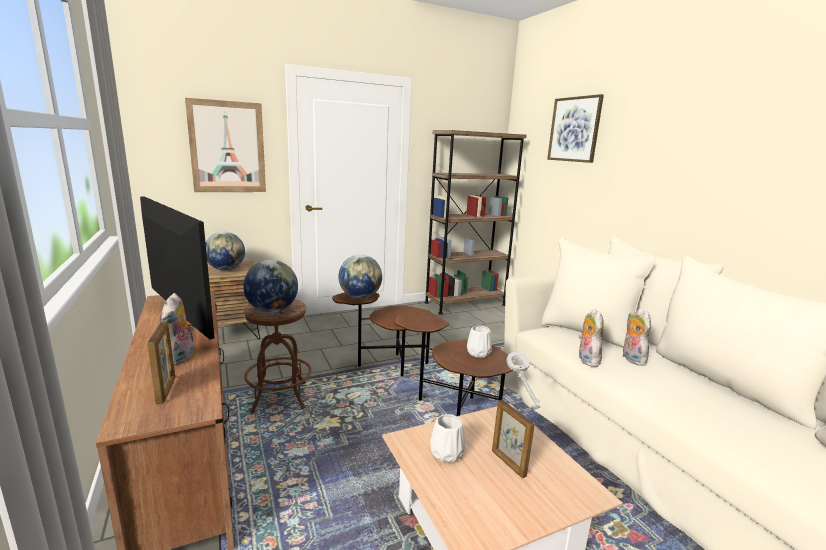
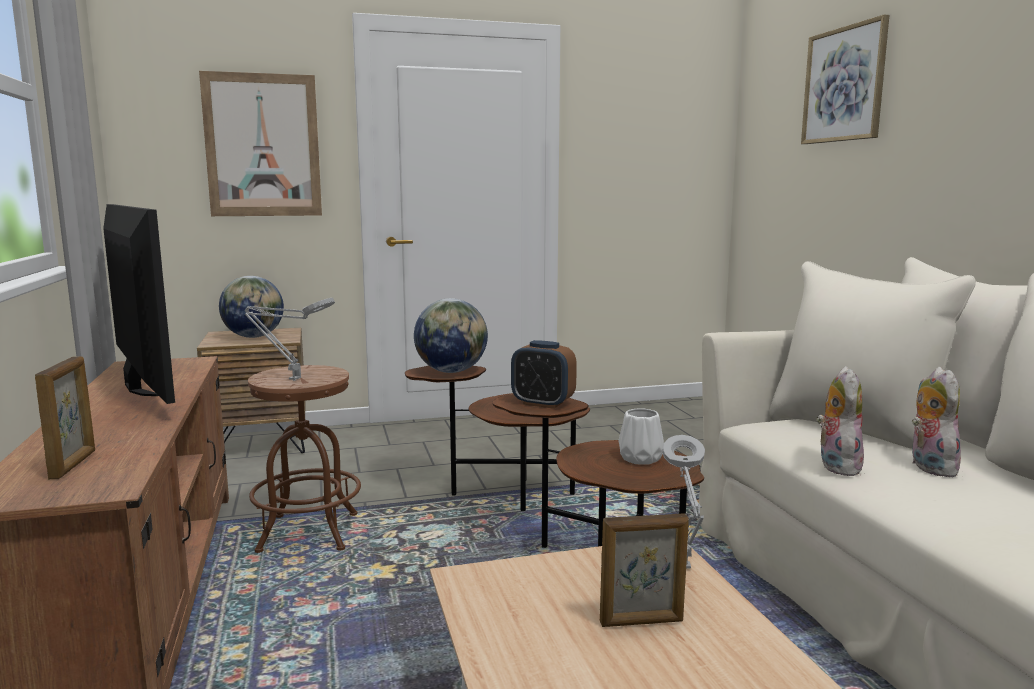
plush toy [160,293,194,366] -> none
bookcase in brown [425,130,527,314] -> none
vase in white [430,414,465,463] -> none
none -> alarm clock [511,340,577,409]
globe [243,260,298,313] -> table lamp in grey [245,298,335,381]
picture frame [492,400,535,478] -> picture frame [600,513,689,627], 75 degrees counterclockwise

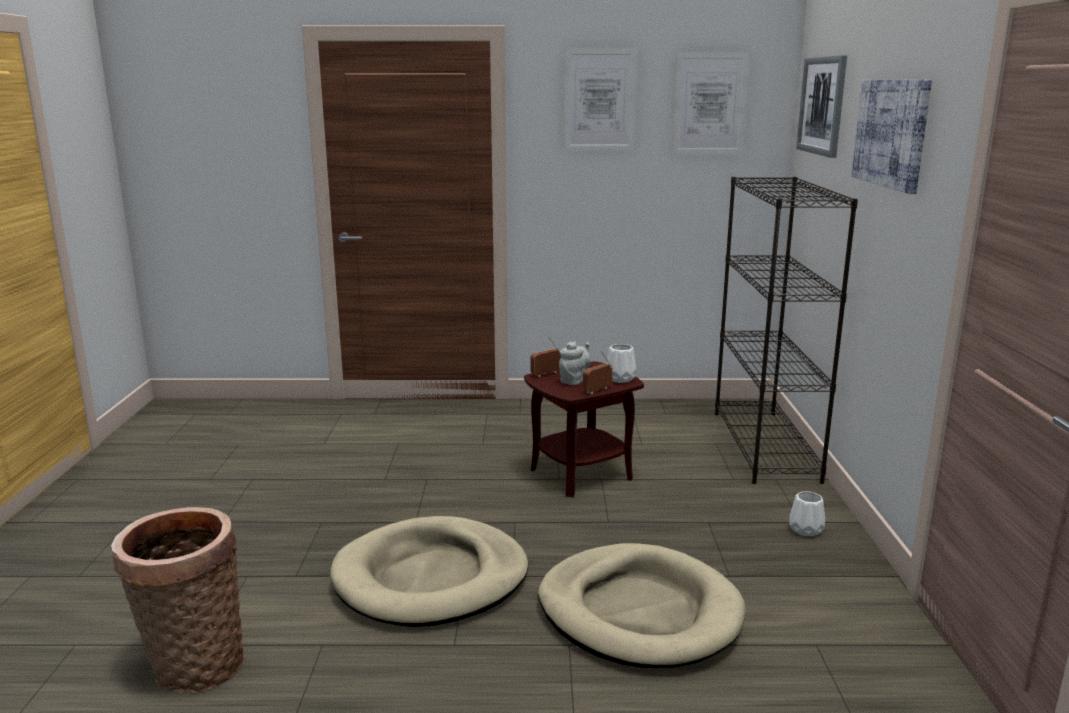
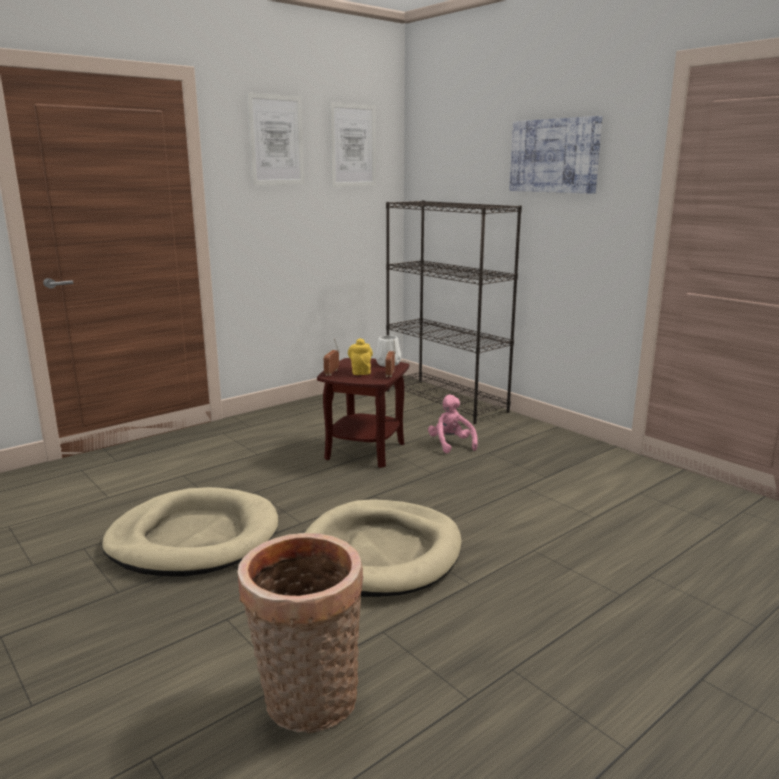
vase in white [789,491,825,537] -> none
picture [796,55,847,158] -> none
none -> plush toy in pink [428,395,478,453]
dog bed in beige [538,543,745,668] -> dog bed in beige [102,487,279,576], move
teapot in grey [559,341,591,385] -> teapot in yellow [348,338,373,375]

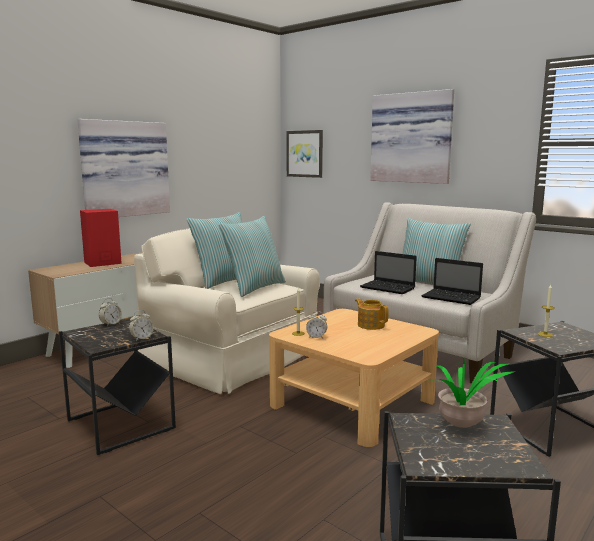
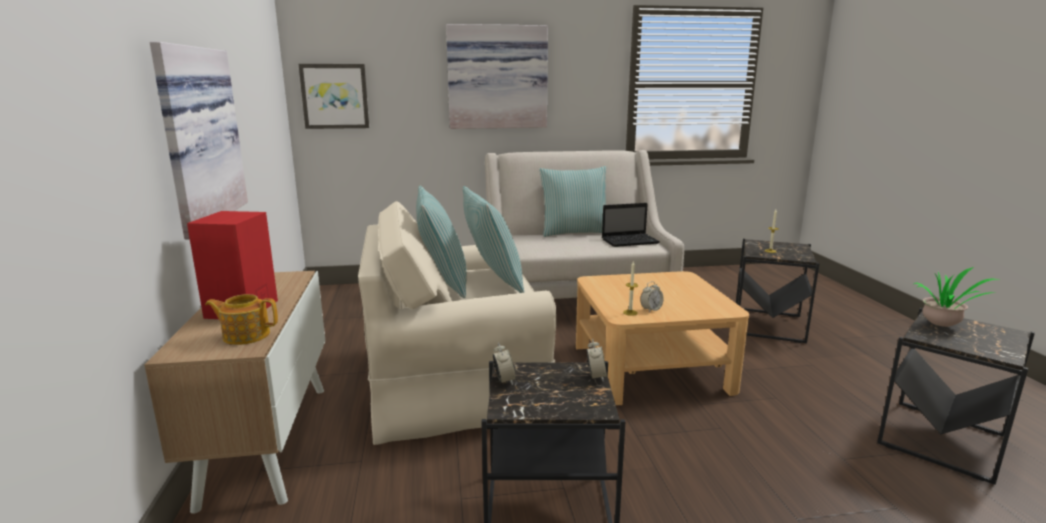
laptop [360,251,417,294] -> none
teapot [355,298,389,330] -> teapot [205,294,278,345], move

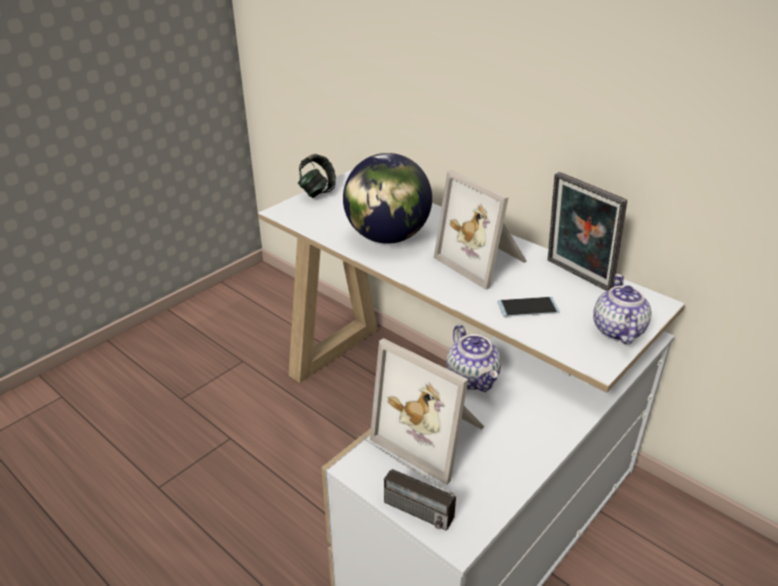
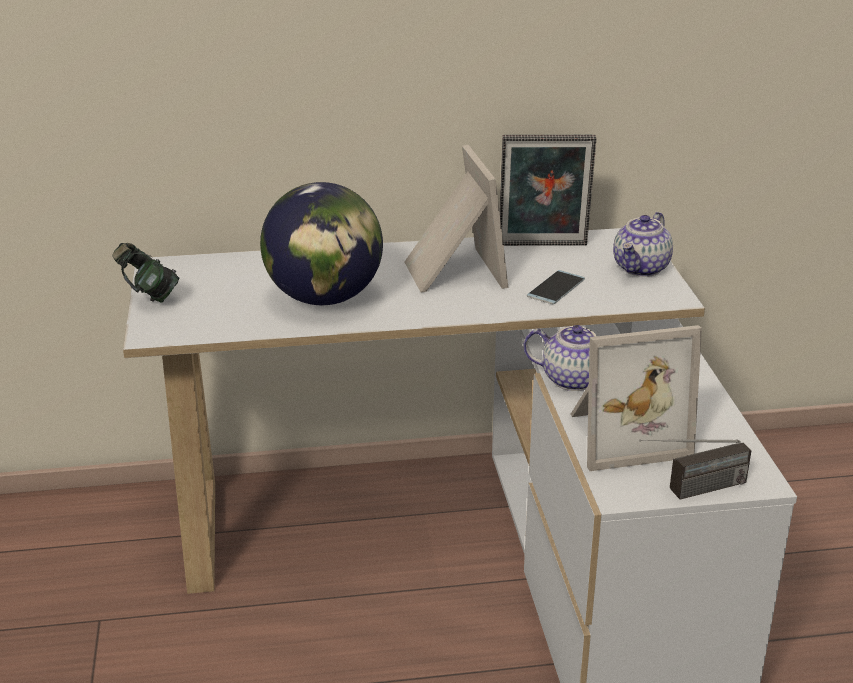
picture frame [434,170,527,290] -> picture frame [405,145,508,293], 105 degrees counterclockwise
teapot [593,274,652,344] -> teapot [613,212,673,277], 105 degrees counterclockwise

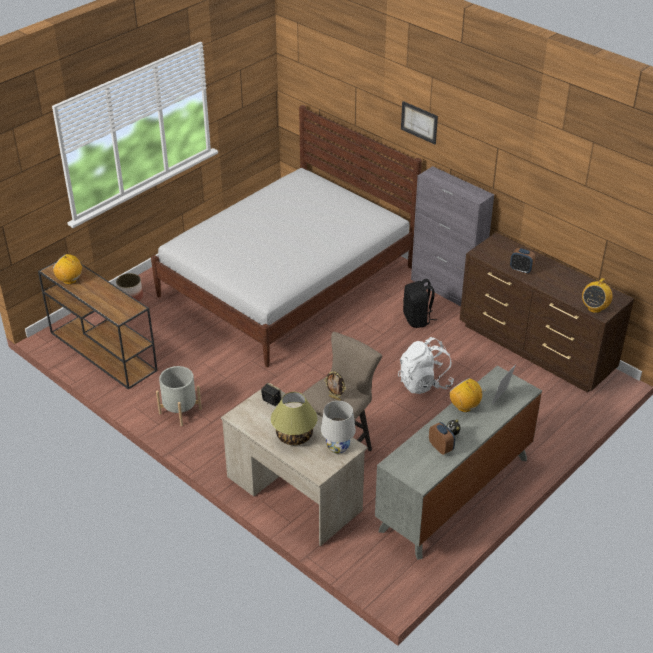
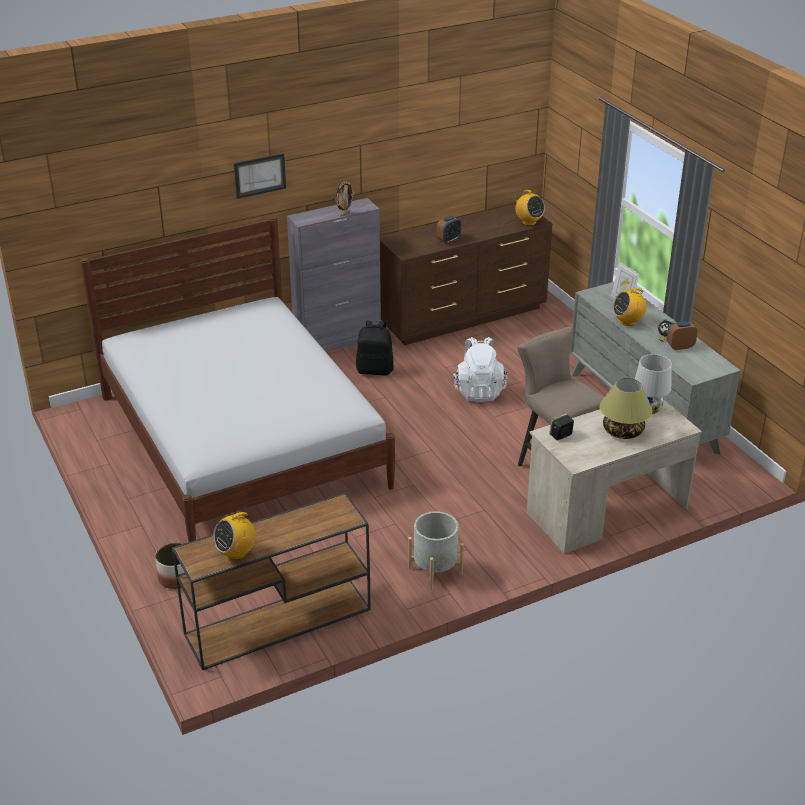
picture frame [324,371,346,401] -> picture frame [336,182,354,216], move

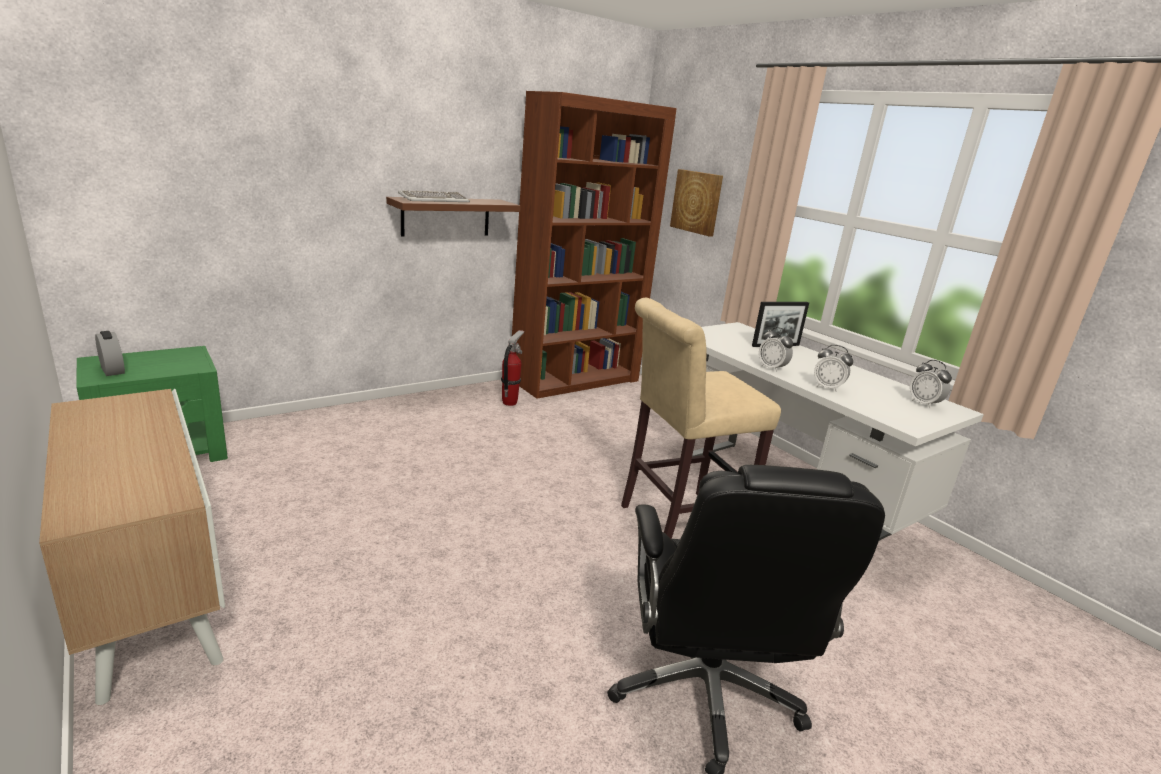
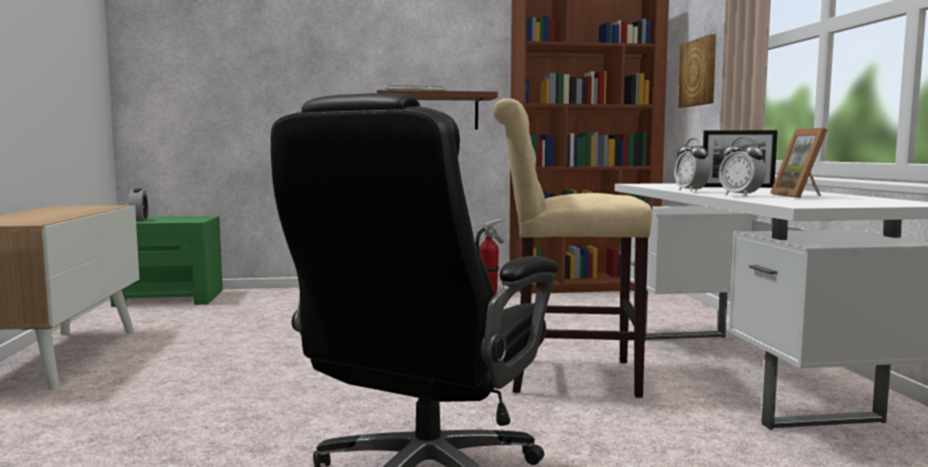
alarm clock [910,360,952,408] -> none
none -> picture frame [770,128,828,198]

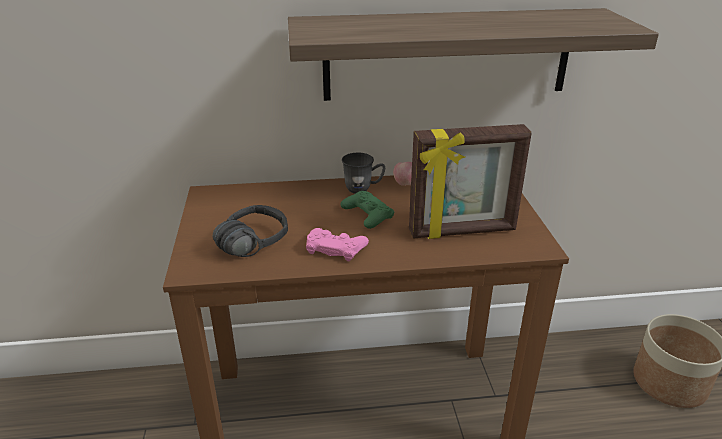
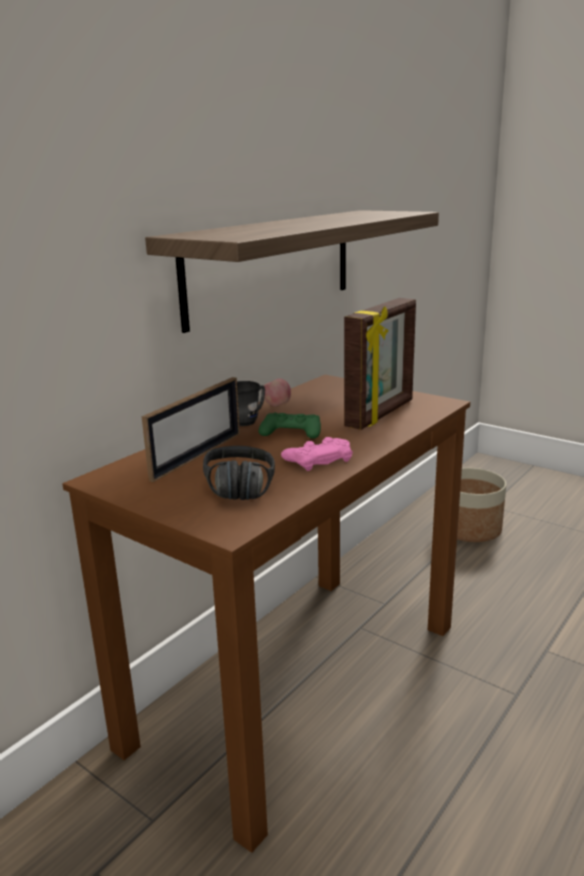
none -> picture frame [142,377,240,482]

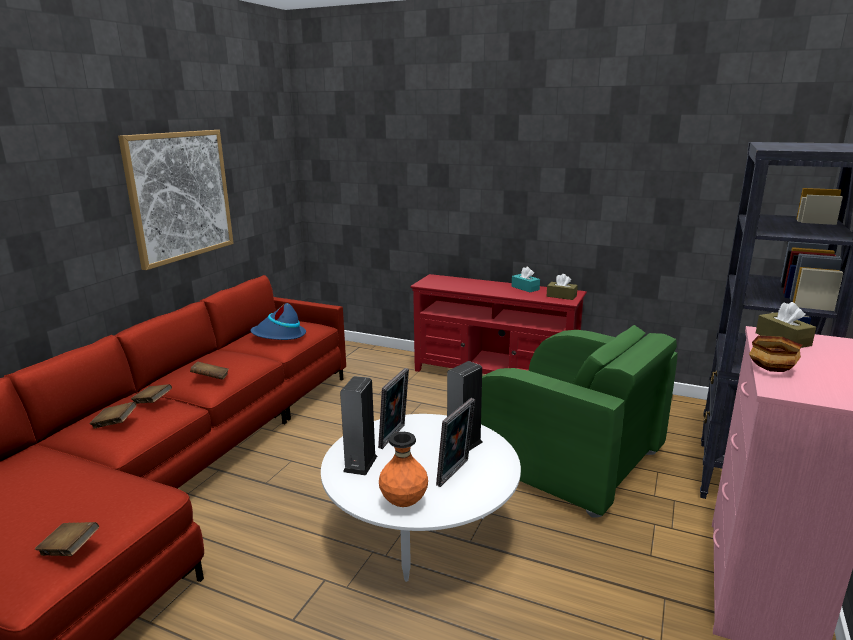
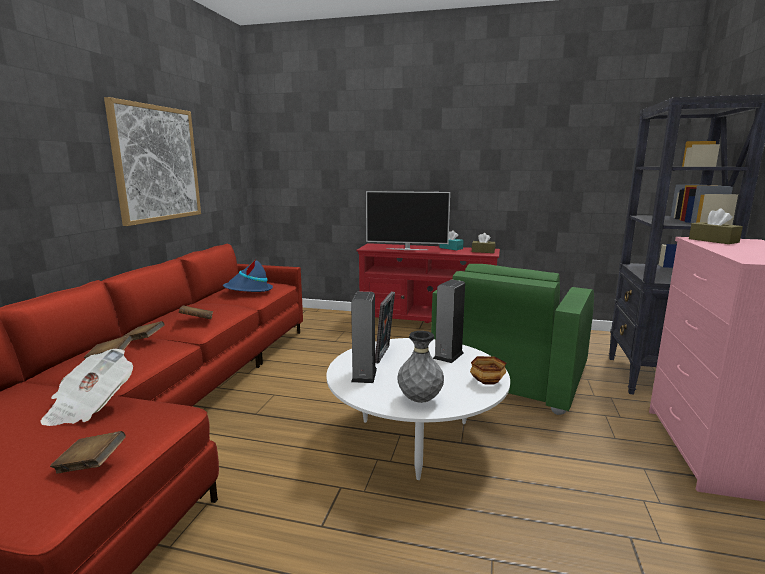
picture frame [436,398,475,487] -> none
none -> newspaper [40,349,133,426]
none -> television [366,191,450,250]
bowl [749,335,802,372] -> bowl [470,356,506,384], move
vase in orange [379,432,428,507] -> vase in grey [397,331,444,403]
armchair in green [481,325,678,518] -> armchair in green [431,264,594,415], 90 degrees clockwise

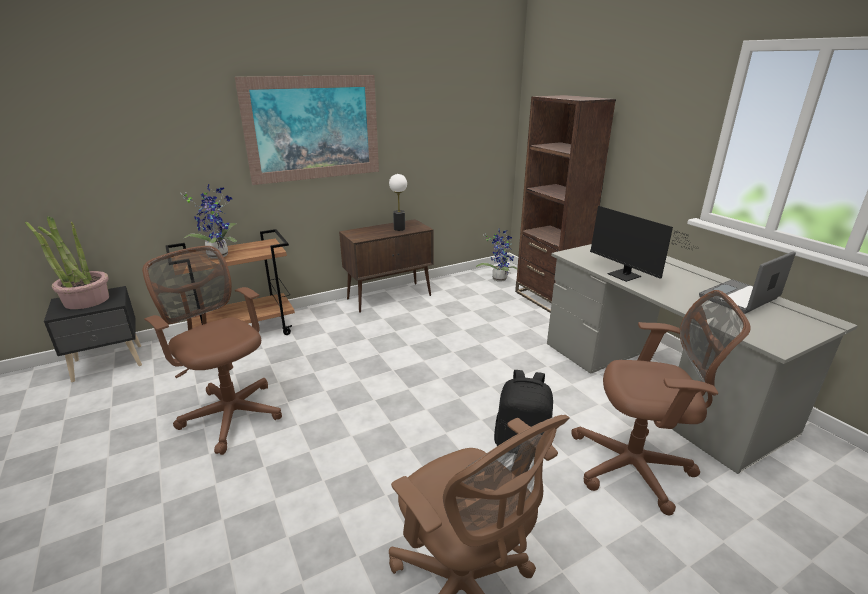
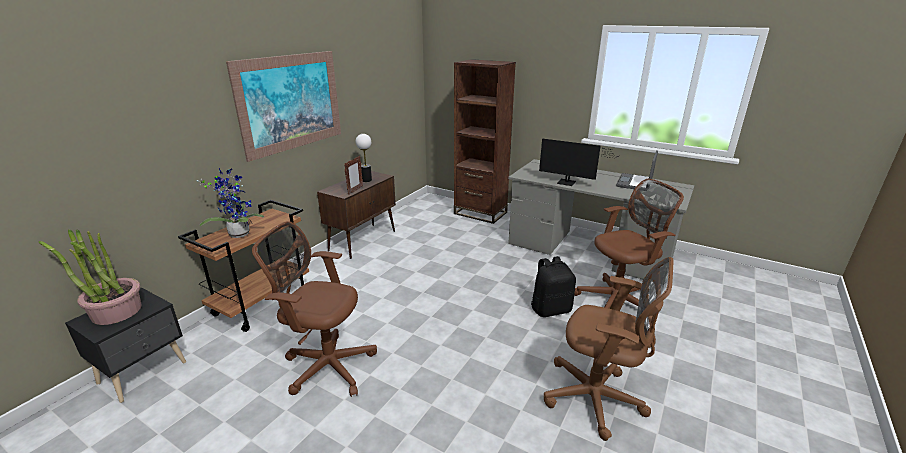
potted plant [476,229,517,282] -> none
none -> picture frame [344,156,363,195]

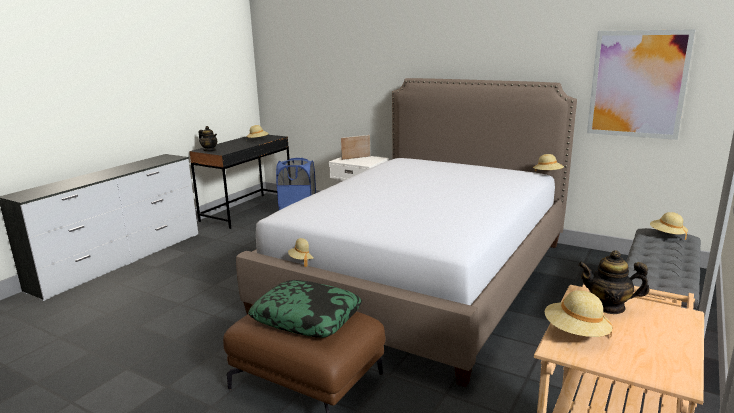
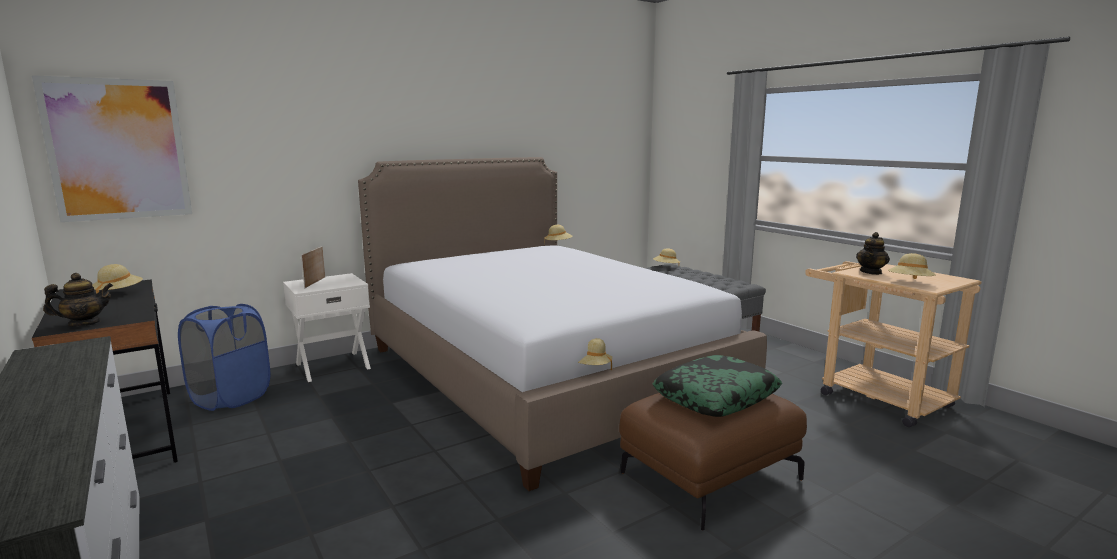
picture [587,29,695,140] -> picture [32,75,192,222], move

